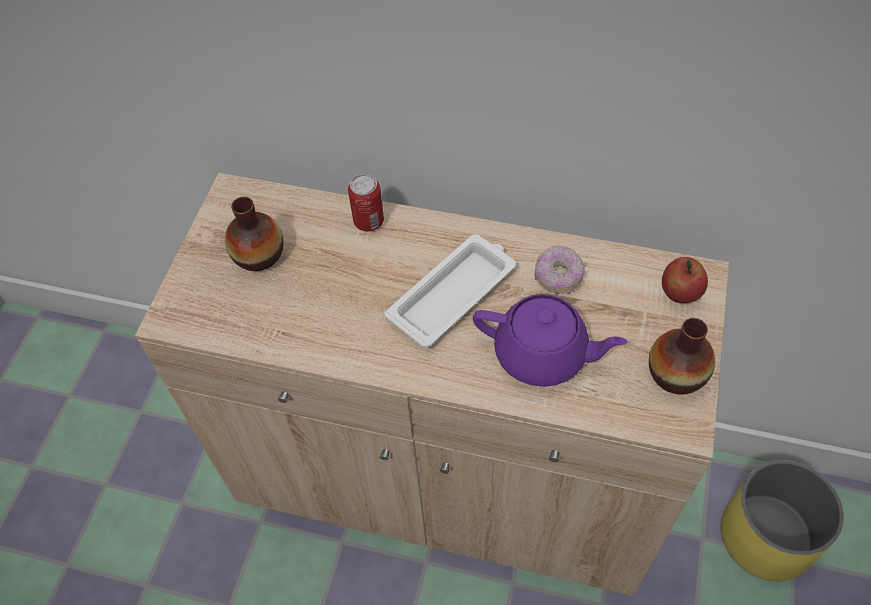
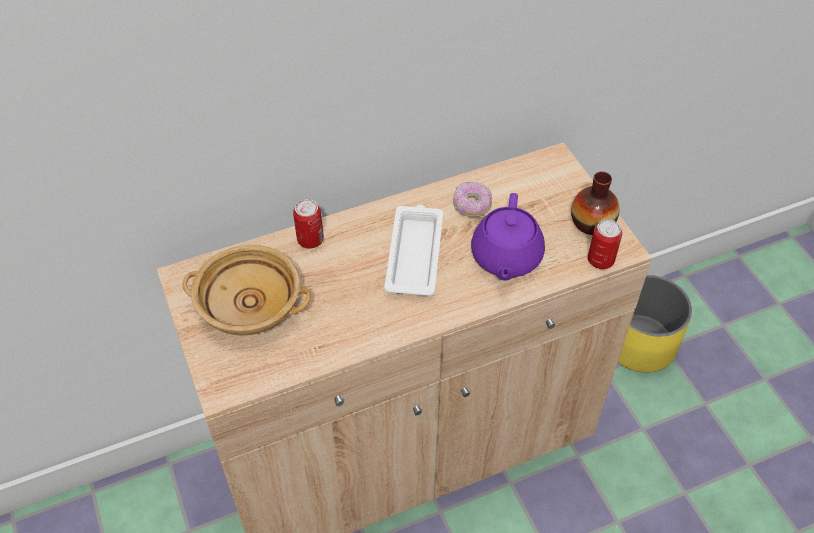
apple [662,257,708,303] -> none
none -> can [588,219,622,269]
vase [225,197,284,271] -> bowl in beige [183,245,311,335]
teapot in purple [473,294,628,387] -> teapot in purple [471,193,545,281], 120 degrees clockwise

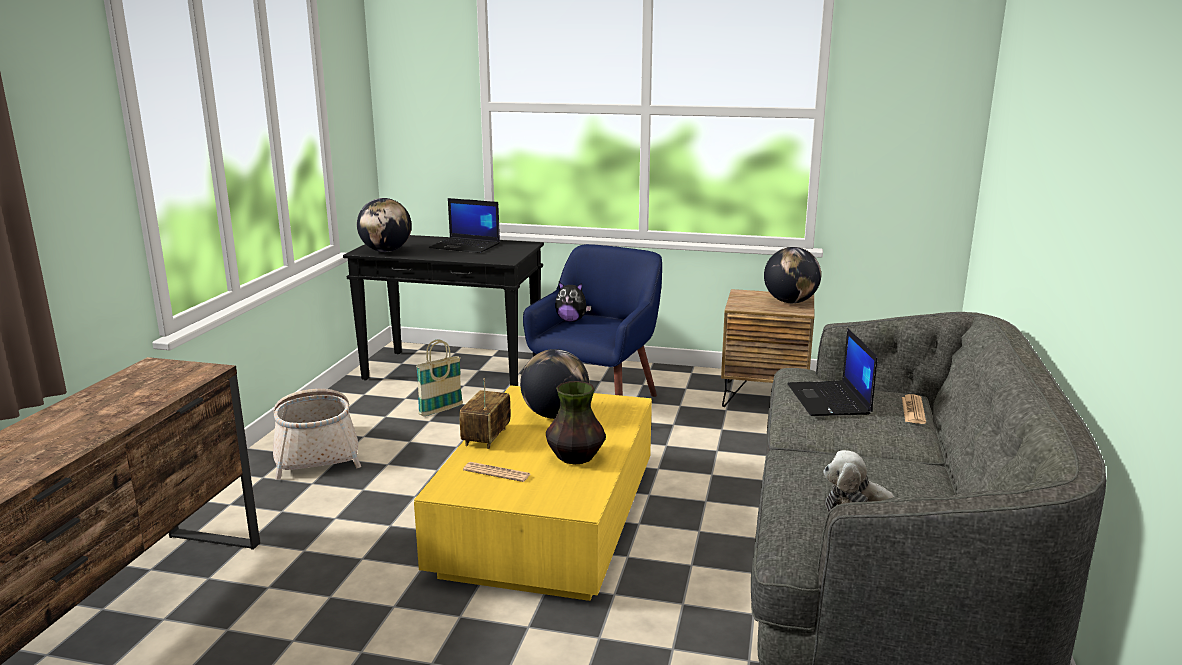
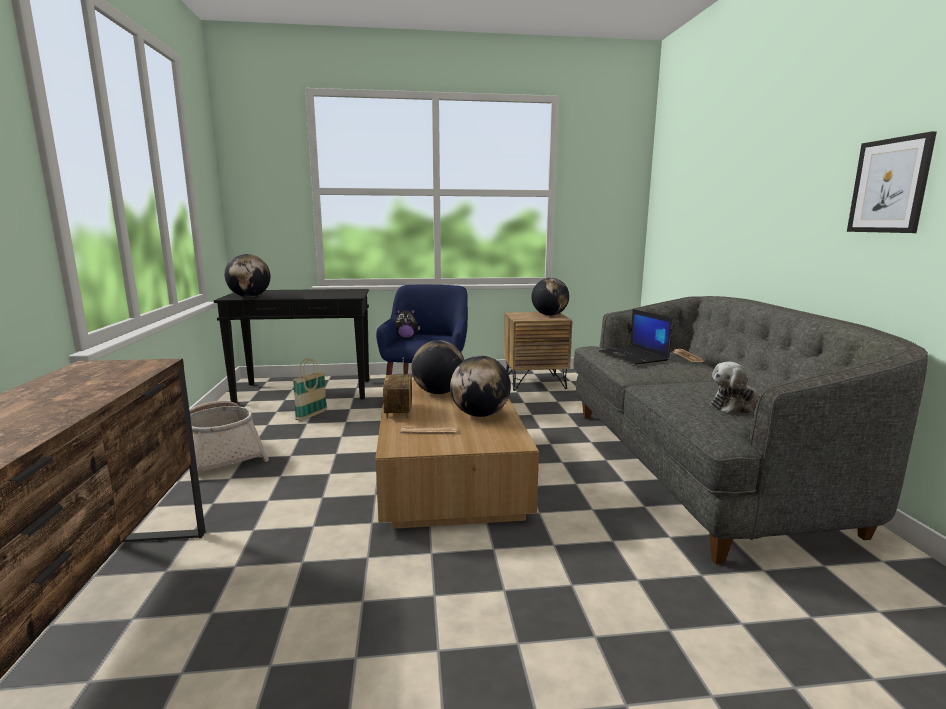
laptop [429,198,500,253] -> none
none -> picture [847,131,937,233]
vase [546,381,606,465] -> globe [450,356,511,417]
coffee table in yellow [414,385,652,601] -> coffee table in brown [375,379,539,529]

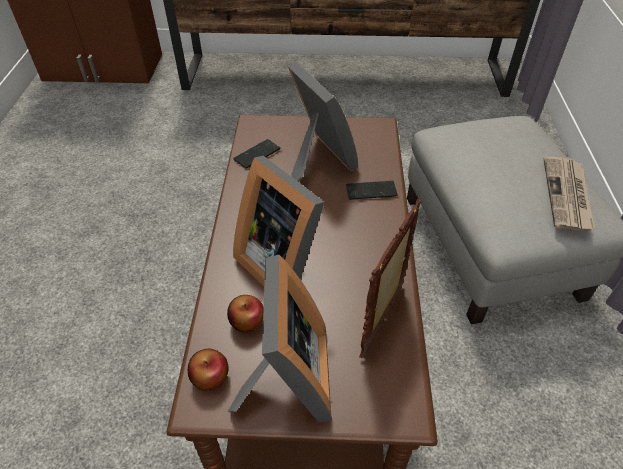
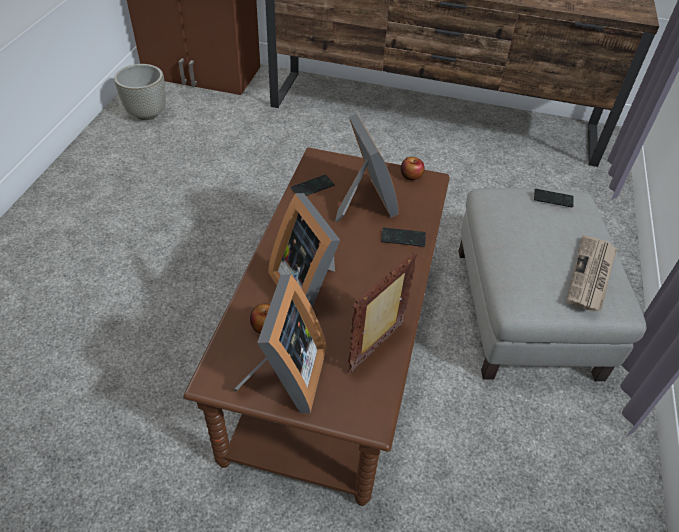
none -> planter in grey [114,64,166,120]
none -> phone [534,189,574,208]
apple [188,349,229,391] -> apple [401,157,425,180], move

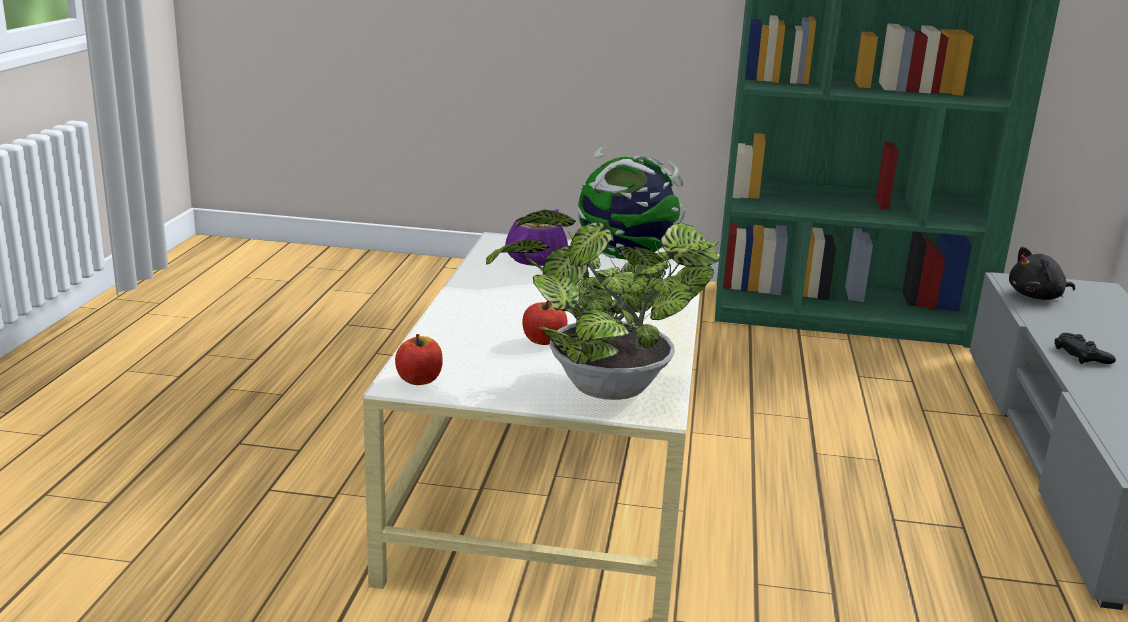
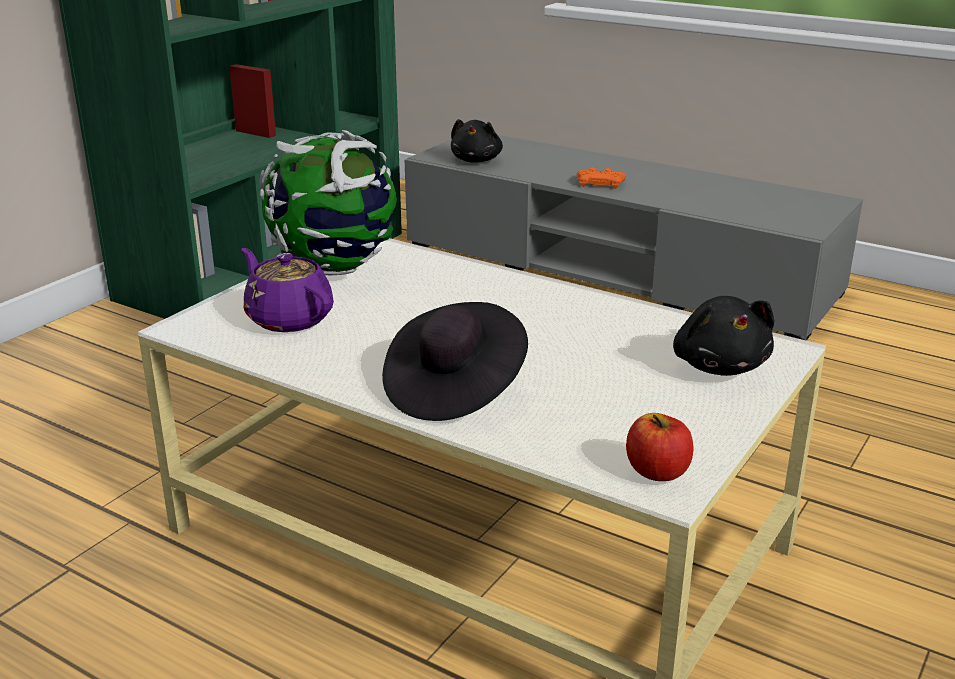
apple [522,301,568,345] -> none
none -> hat in black [382,302,528,421]
potted plant [486,210,720,400] -> plush toy in black [673,296,774,376]
game controller in black [1055,333,1116,364] -> game controller in orange [576,167,626,189]

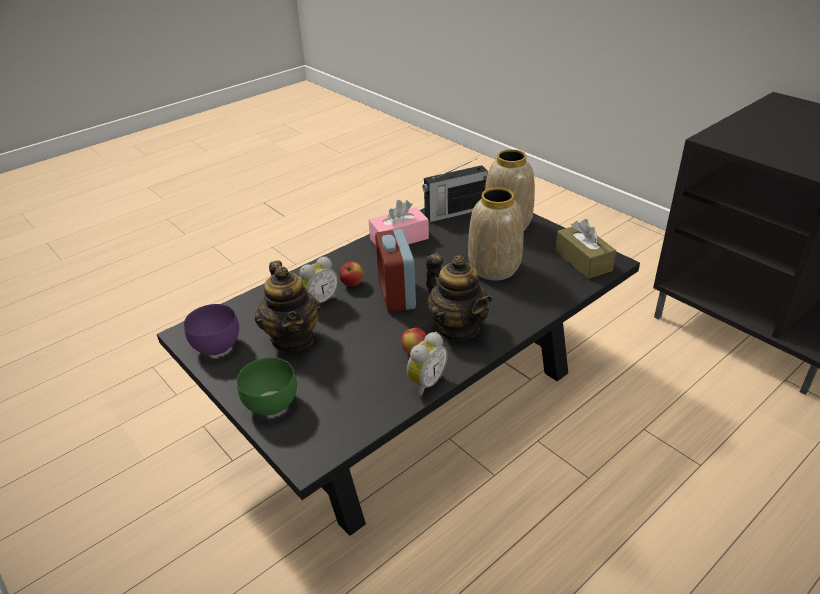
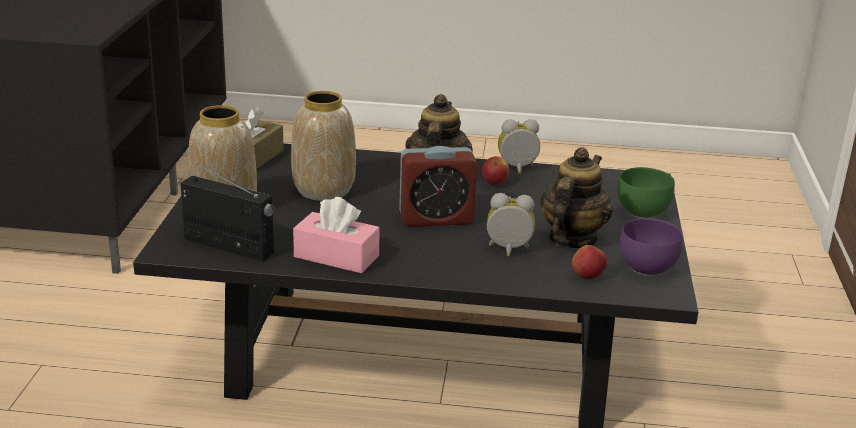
apple [339,262,364,287] -> apple [572,245,607,279], move
alarm clock [375,229,416,312] -> alarm clock [399,146,477,227], 45 degrees clockwise

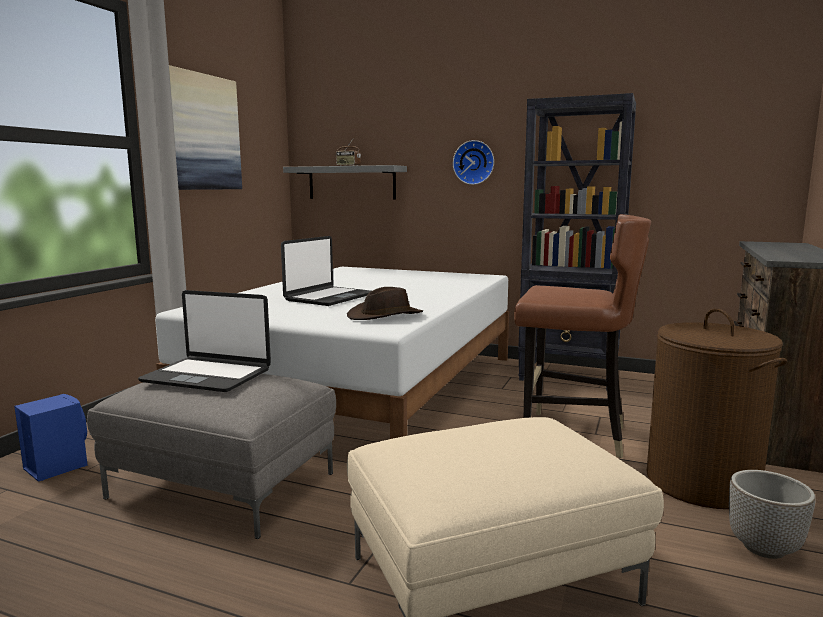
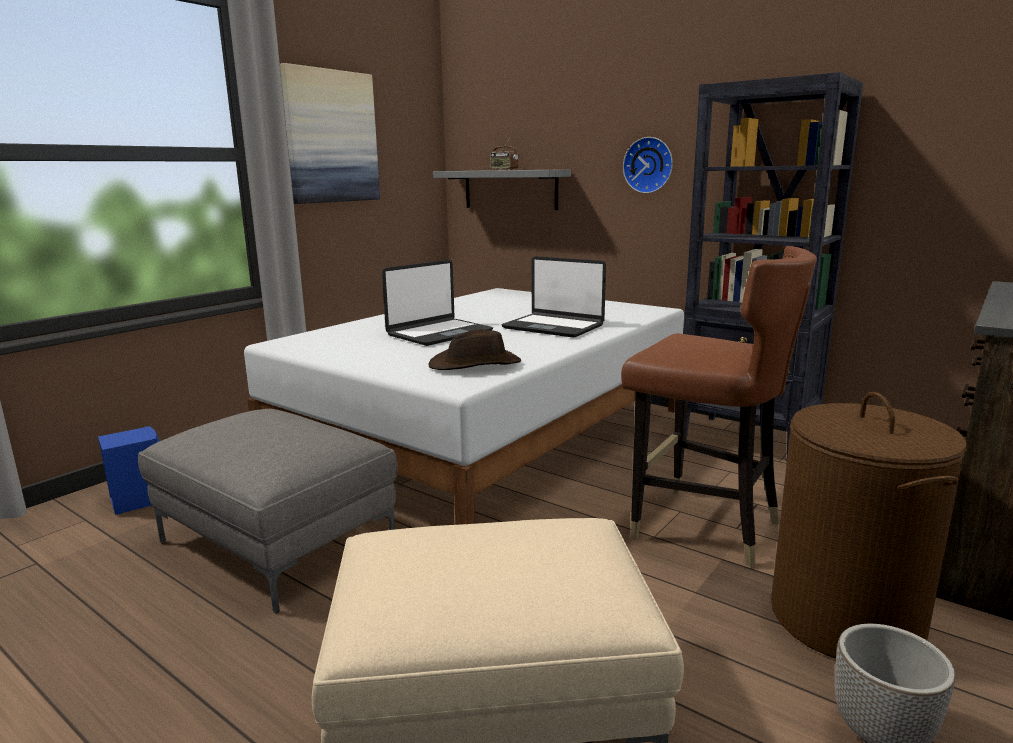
laptop [138,290,271,392] -> laptop [502,256,606,338], move

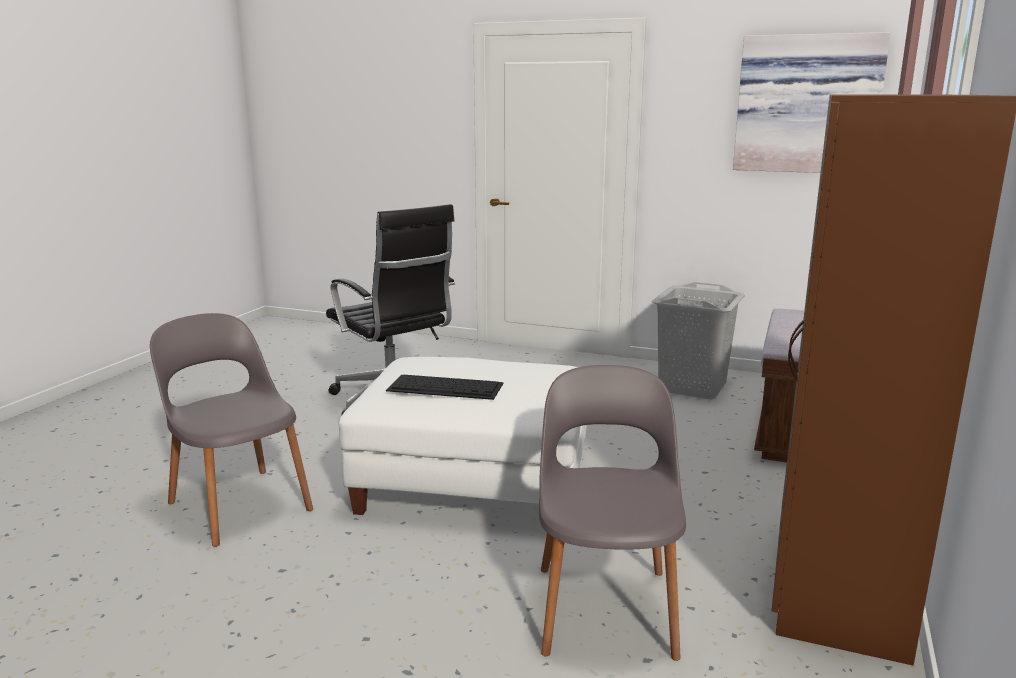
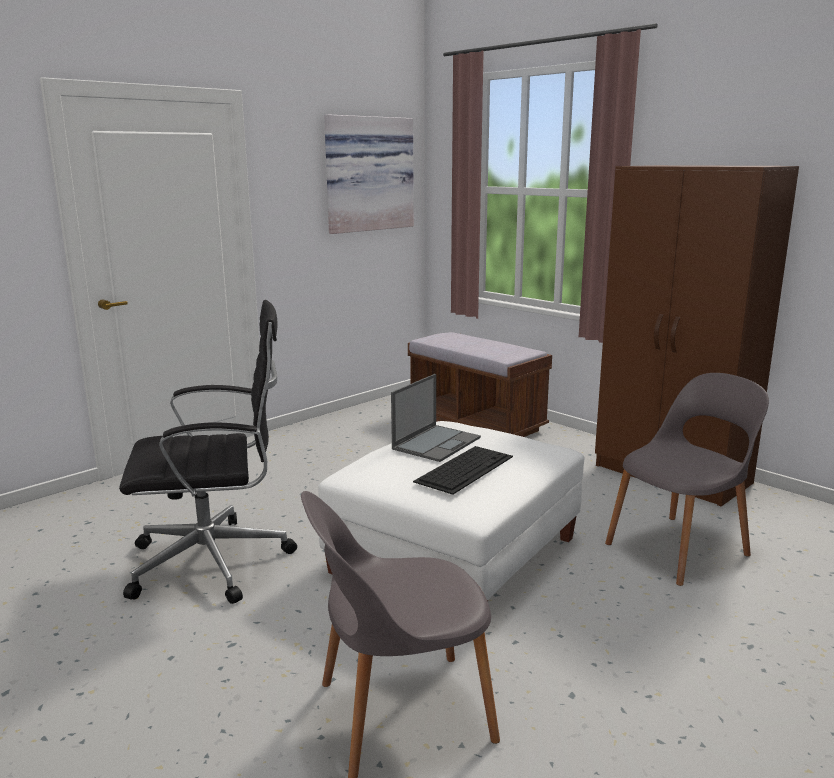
laundry basket in grey [652,282,745,399] -> none
none -> laptop [391,374,481,462]
chair in grey [539,365,686,661] -> chair in grey [605,373,769,586], 120 degrees clockwise

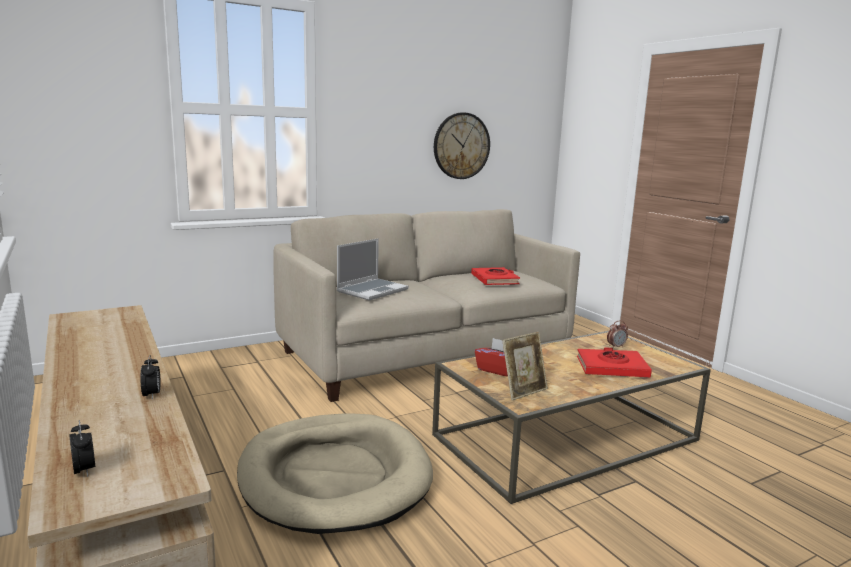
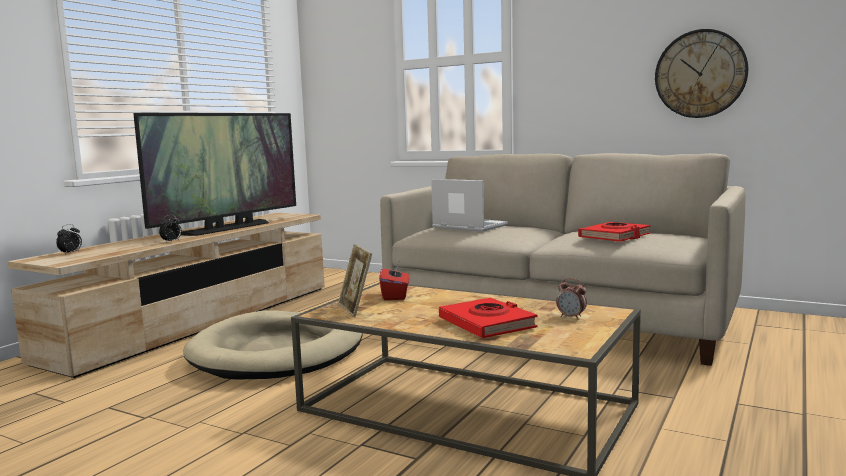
none -> television [133,113,296,236]
laptop [337,238,409,301] -> laptop [431,179,508,232], 150 degrees counterclockwise
picture frame [502,332,548,401] -> picture frame [338,244,372,317], 45 degrees clockwise

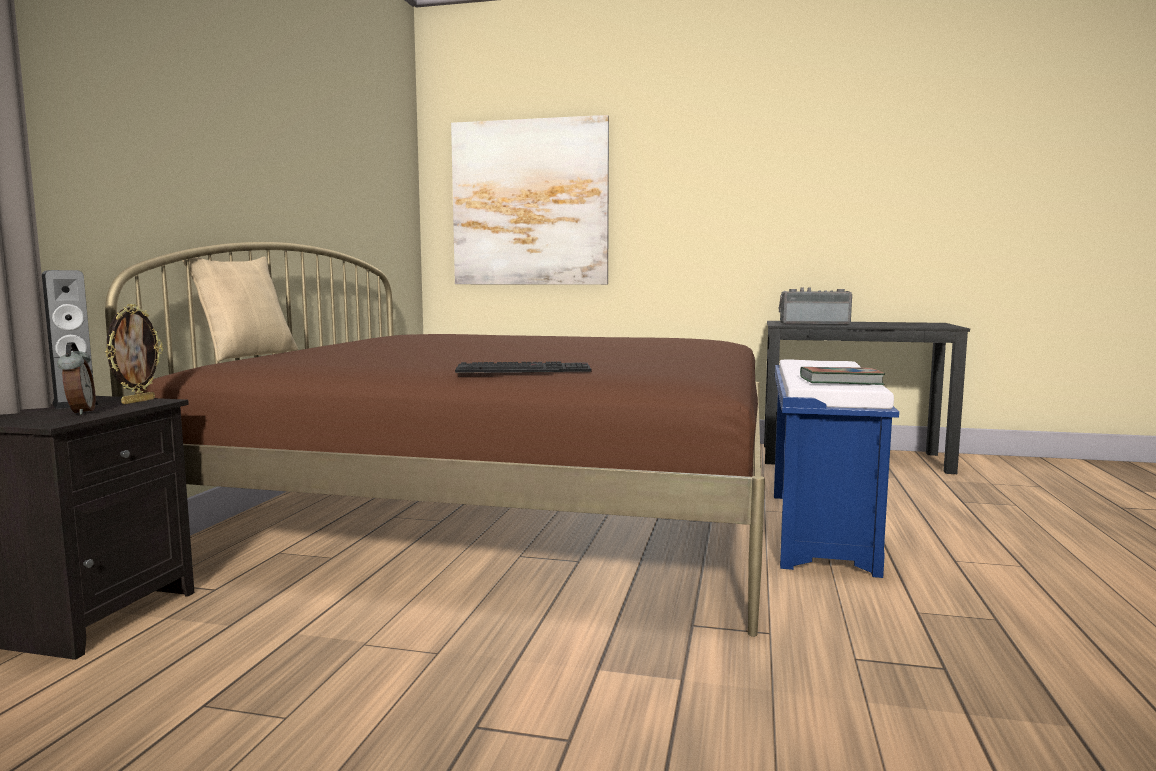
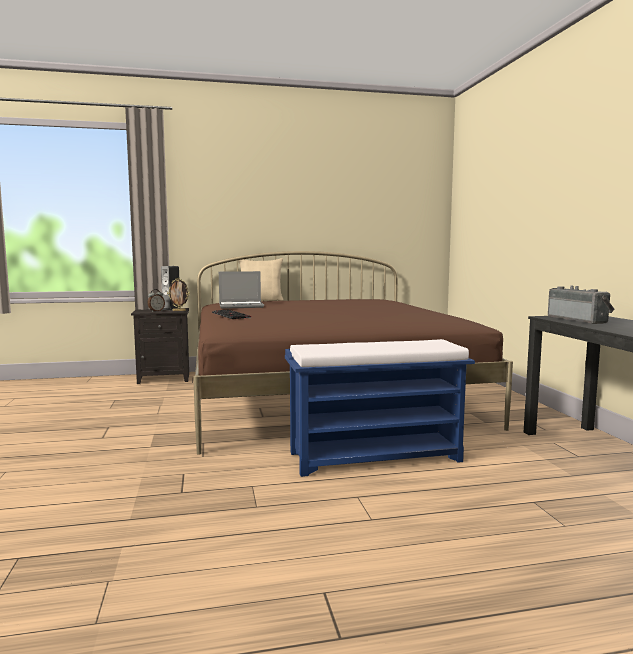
picture [451,115,609,285] -> none
book [800,367,885,385] -> none
none -> laptop [219,271,264,309]

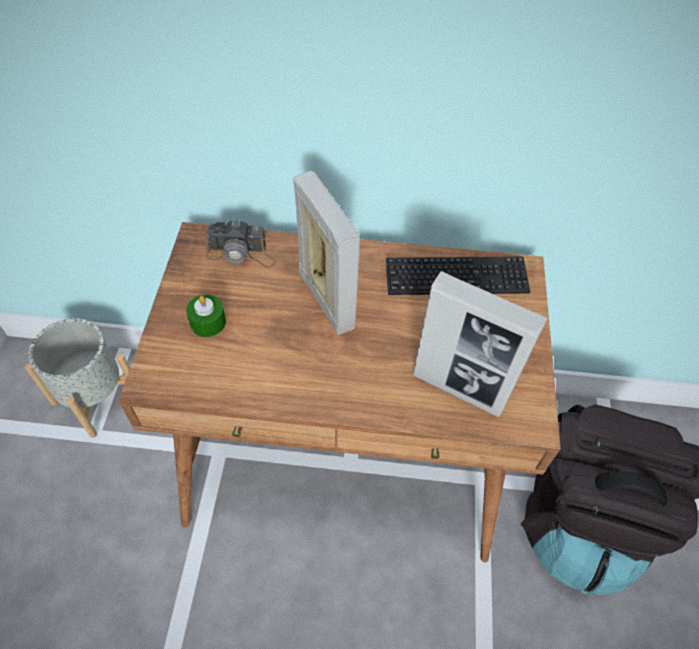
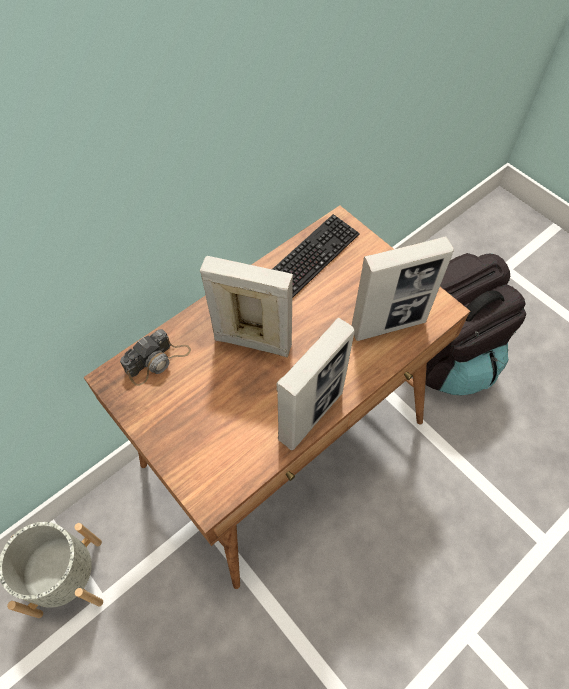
candle in green [186,294,226,337] -> none
none -> picture frame [276,318,355,450]

